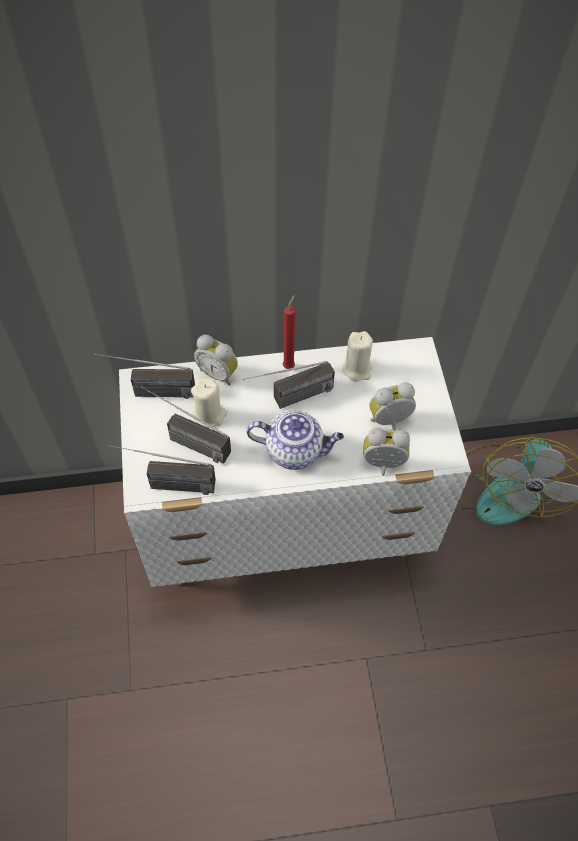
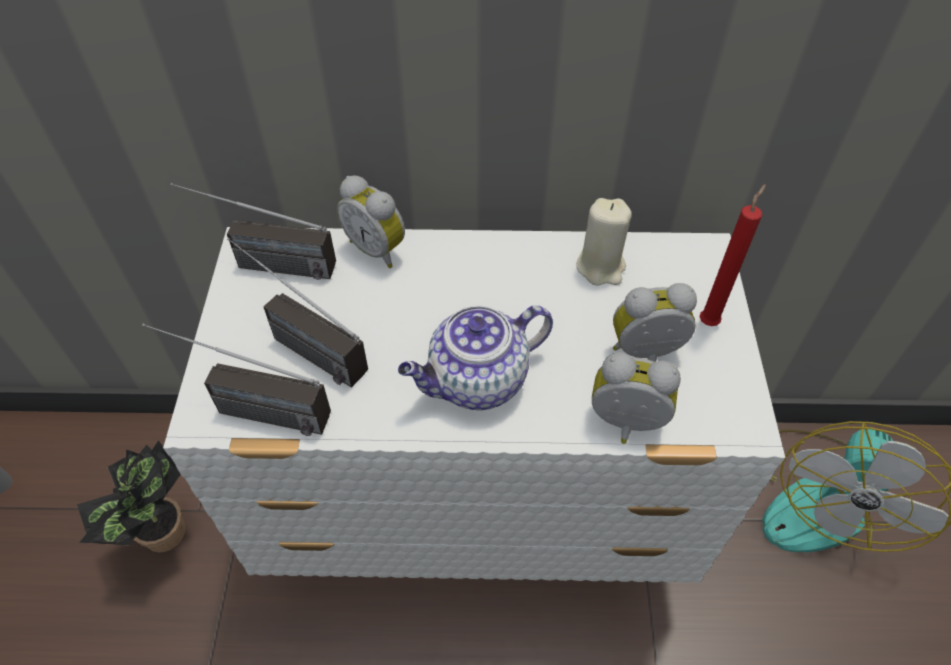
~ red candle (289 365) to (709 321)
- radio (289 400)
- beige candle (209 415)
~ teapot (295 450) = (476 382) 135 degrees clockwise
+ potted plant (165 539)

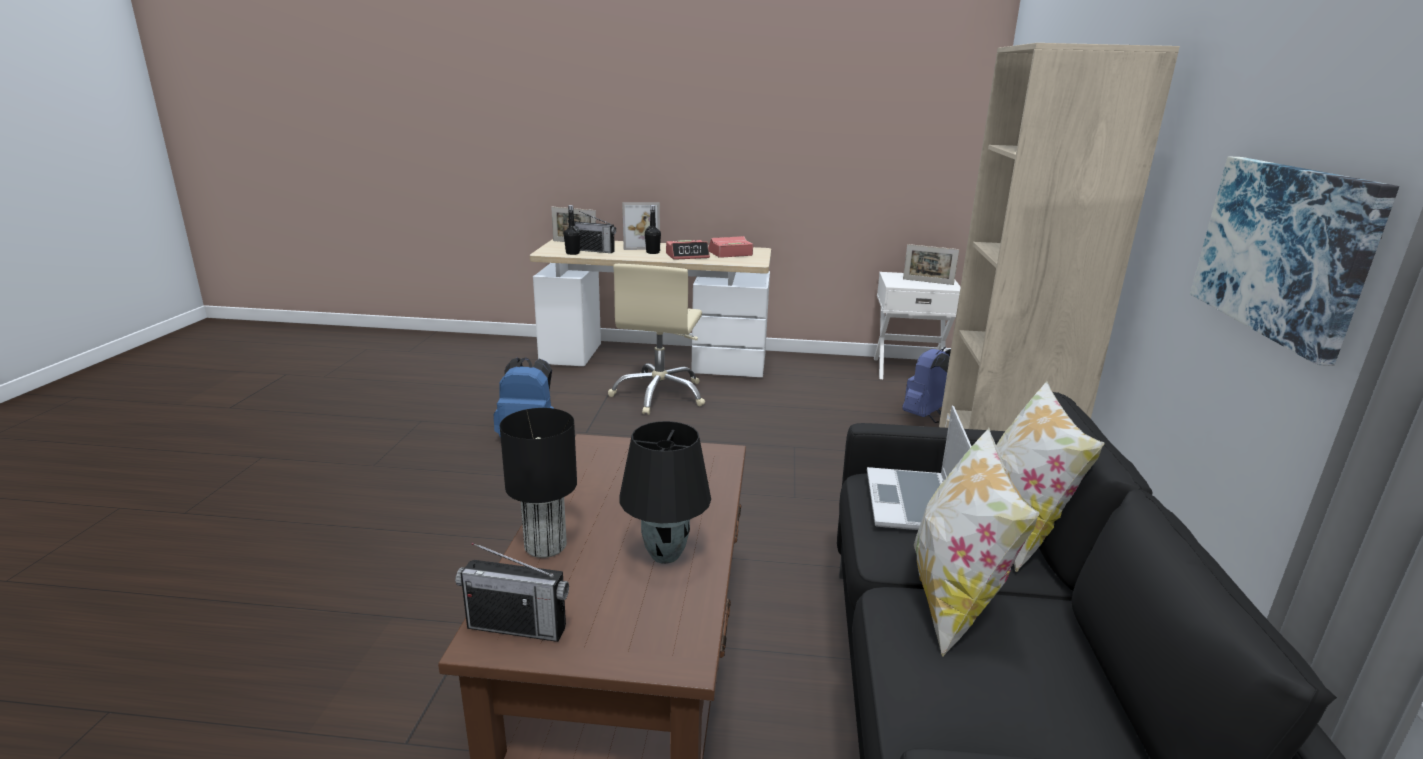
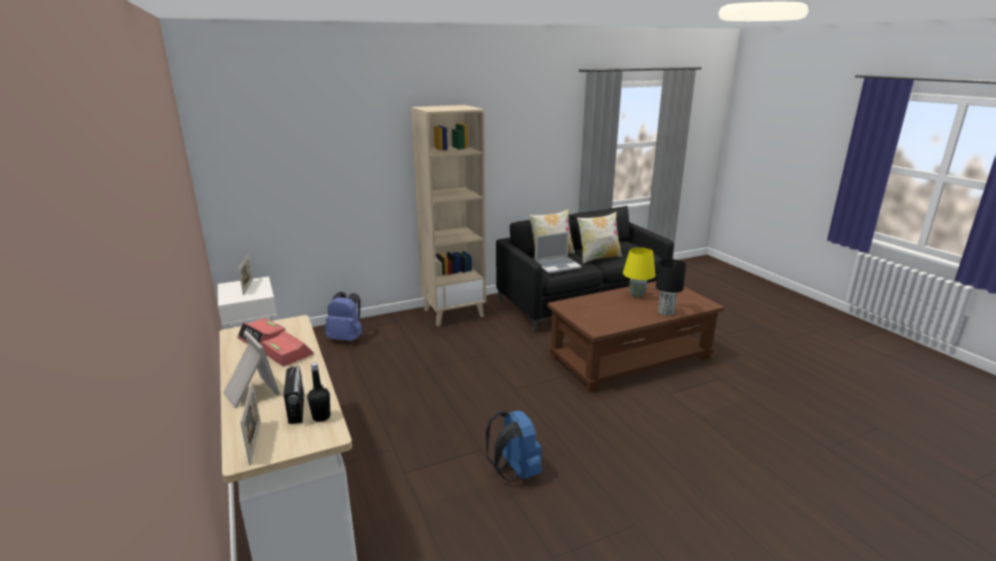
- picture (1284 250)
- black bottle (652 252)
- beige office chair (659 395)
~ black table lamp (665 554) to yellow table lamp (636 295)
- radio (517 627)

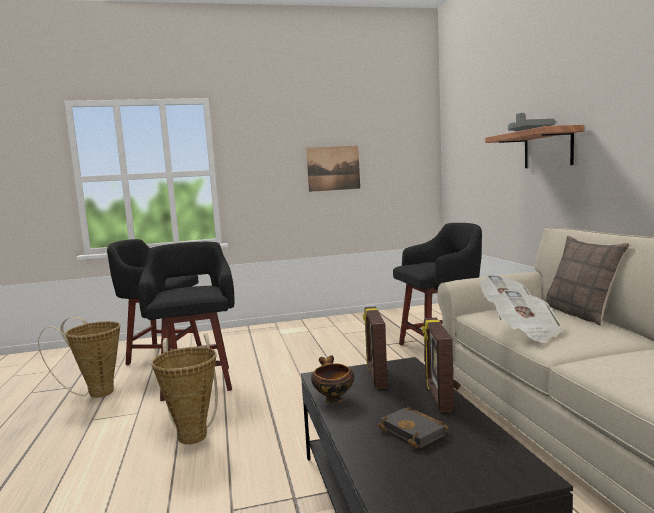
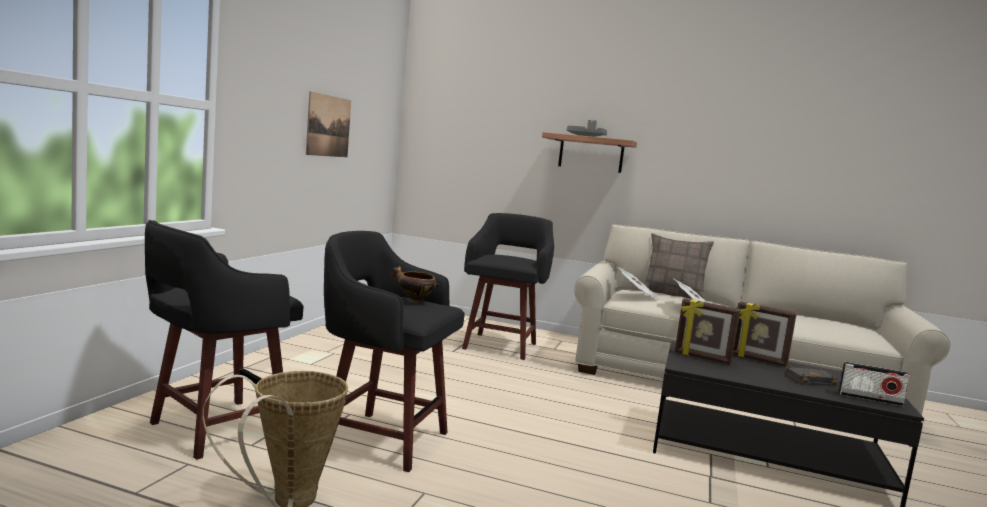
- basket (193 433)
~ bowl (333 399) to (414 301)
+ radio (870 399)

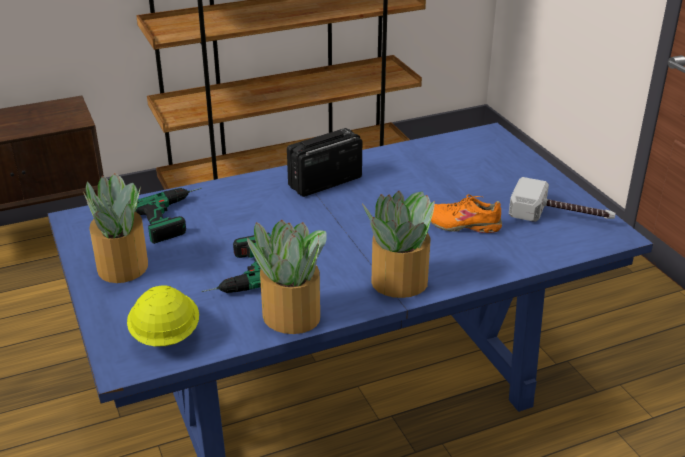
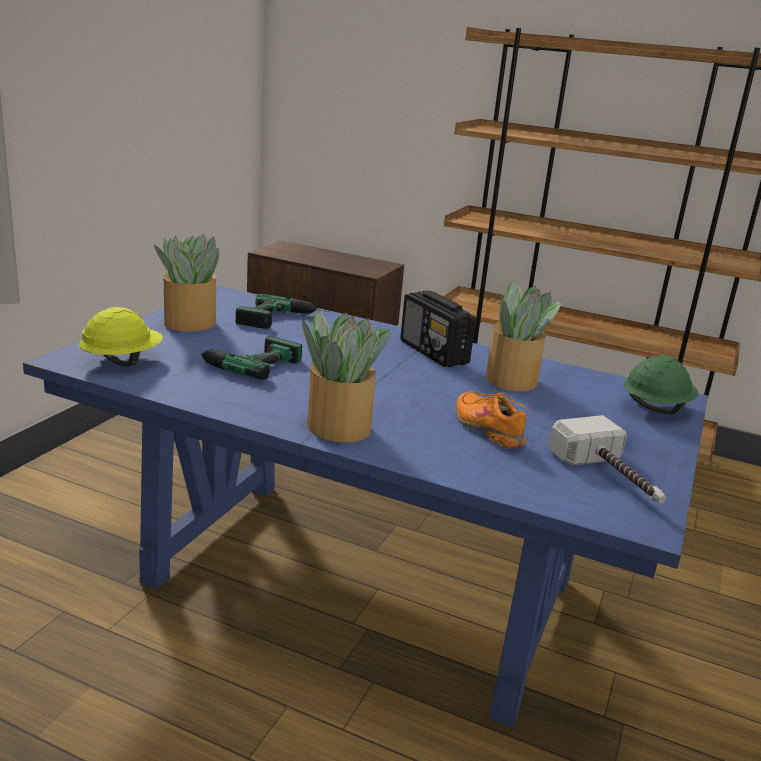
~ radio (324 182) = (434 353) 135 degrees counterclockwise
~ potted plant (290 315) to (511 379)
+ green hard hat (655 408)

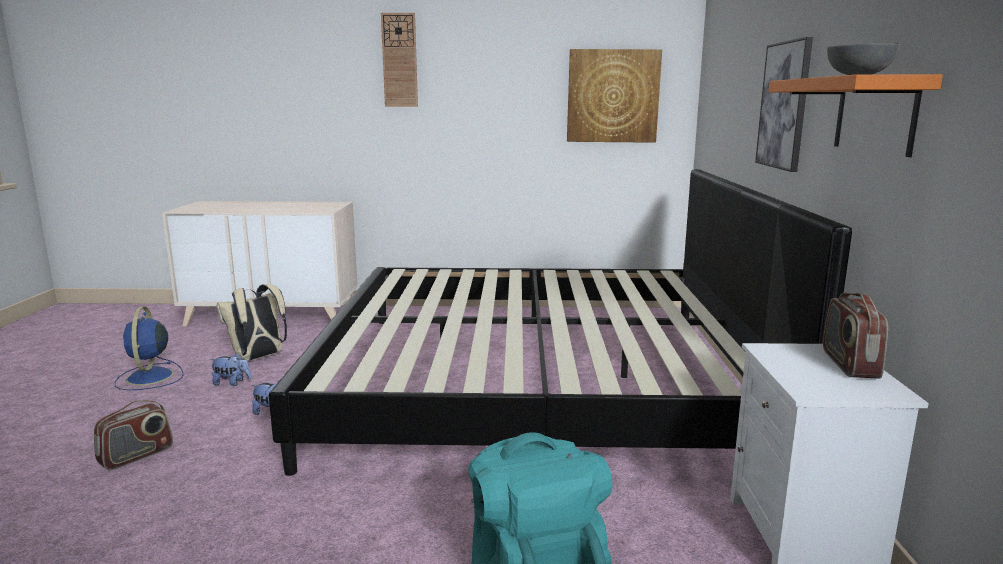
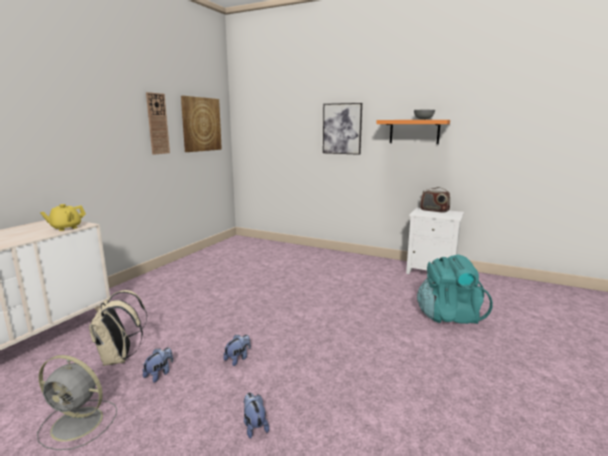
~ wall clock (399 60) to (157 124)
- bed (537 380)
~ blue fan (149 377) to grey fan (79 423)
~ radio (136 456) to plush toy (254 426)
+ yellow teapot (66 228)

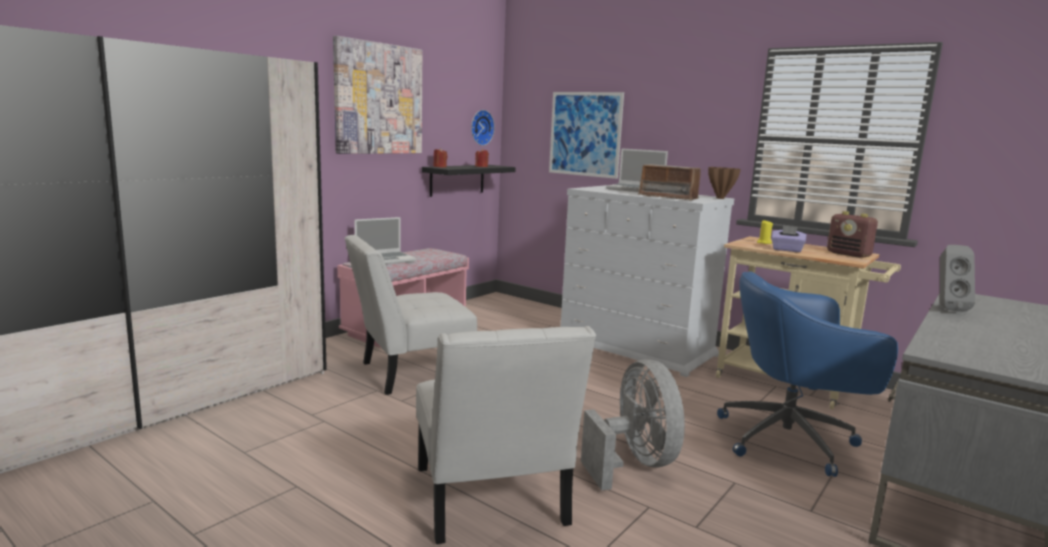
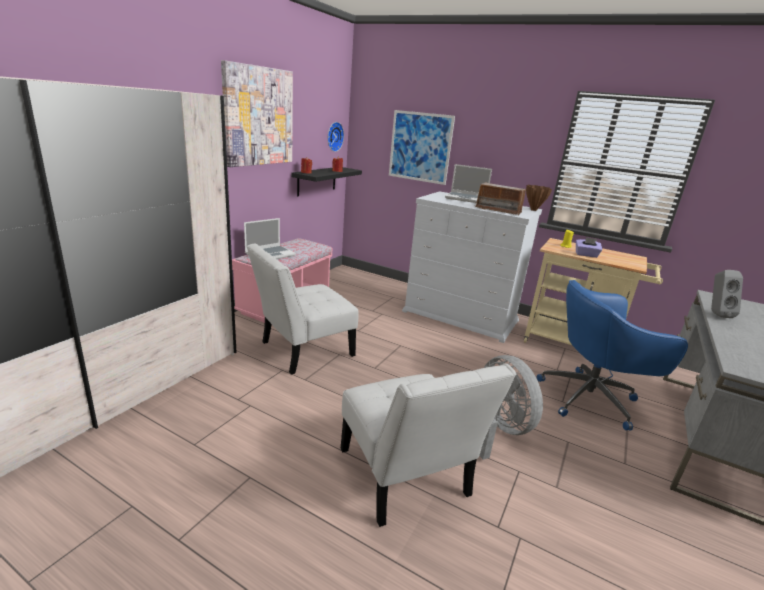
- radio (849 254)

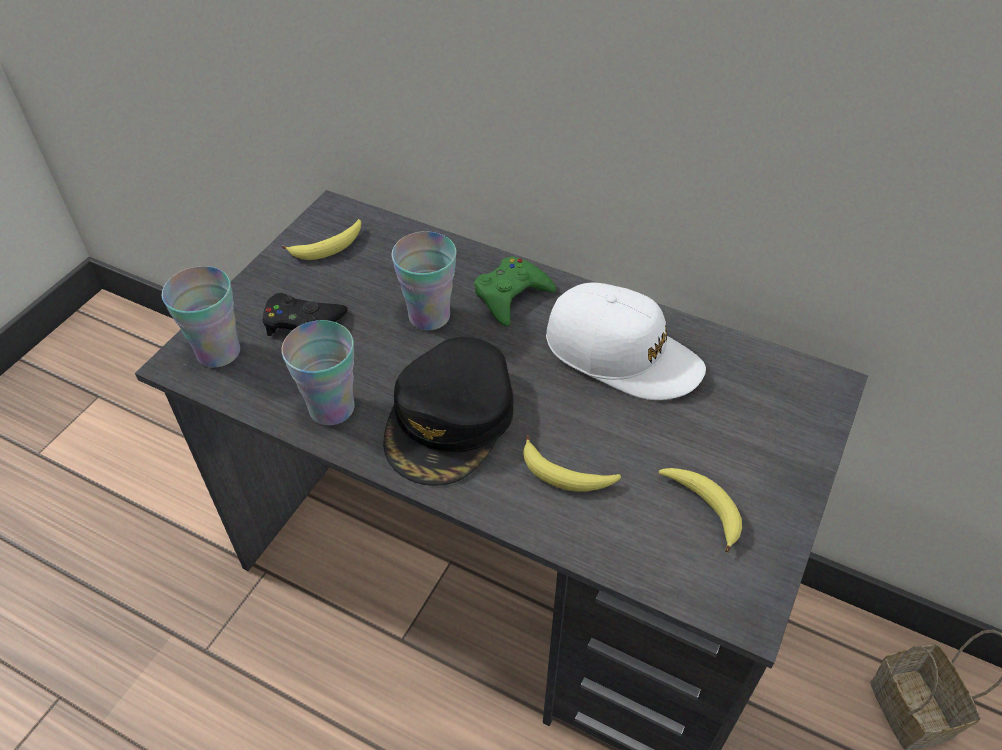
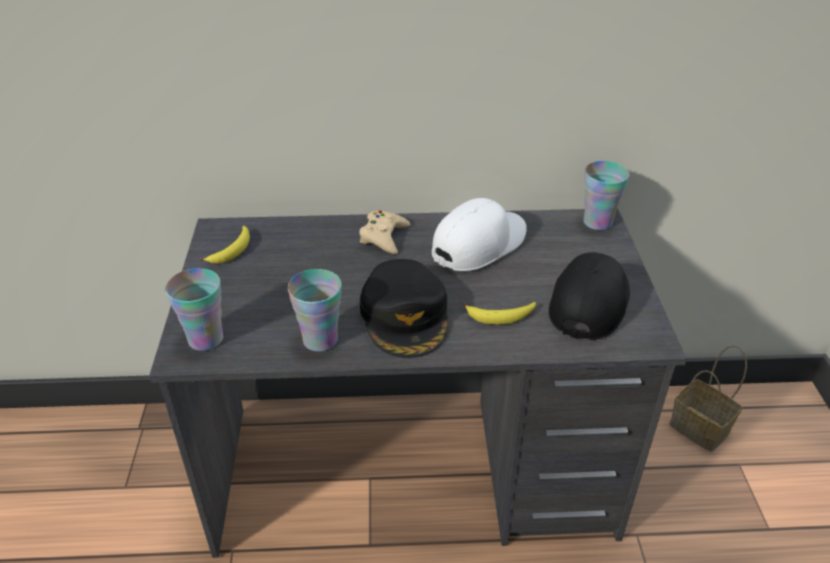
~ cup (429 316) to (597 222)
~ green game controller (511 296) to beige game controller (384 237)
~ white cap (622 354) = (479 244) 45 degrees counterclockwise
- black game controller (302 322)
~ banana (703 507) to black cap (589 302)

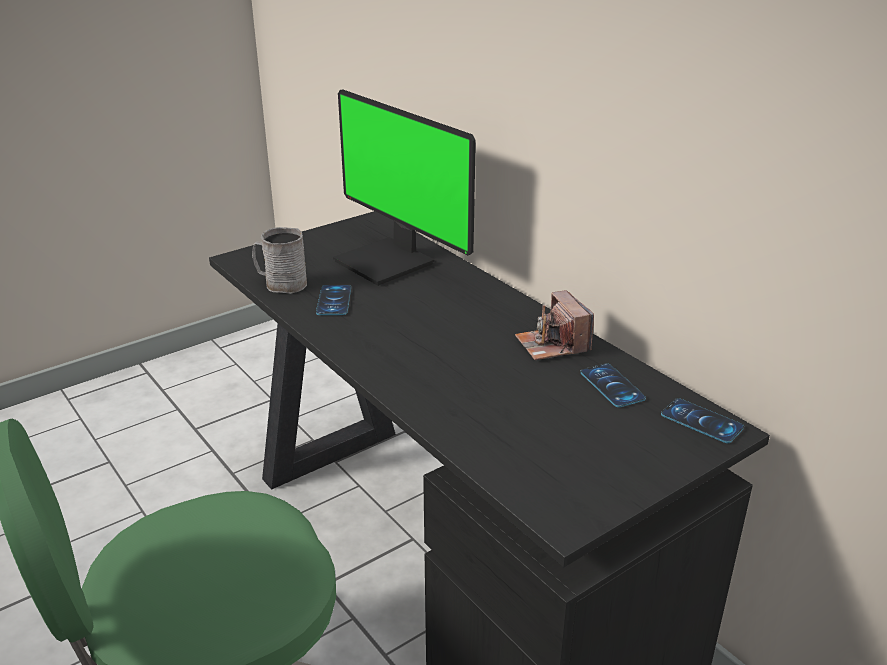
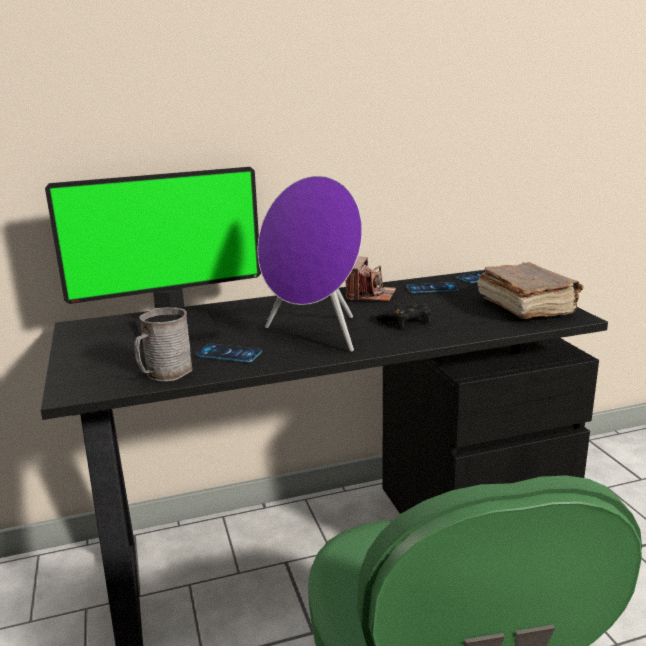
~ photo camera (552 345) = (370 295) 75 degrees counterclockwise
+ purple speaker (315 335)
+ brown book (525 307)
+ black game controller (406 321)

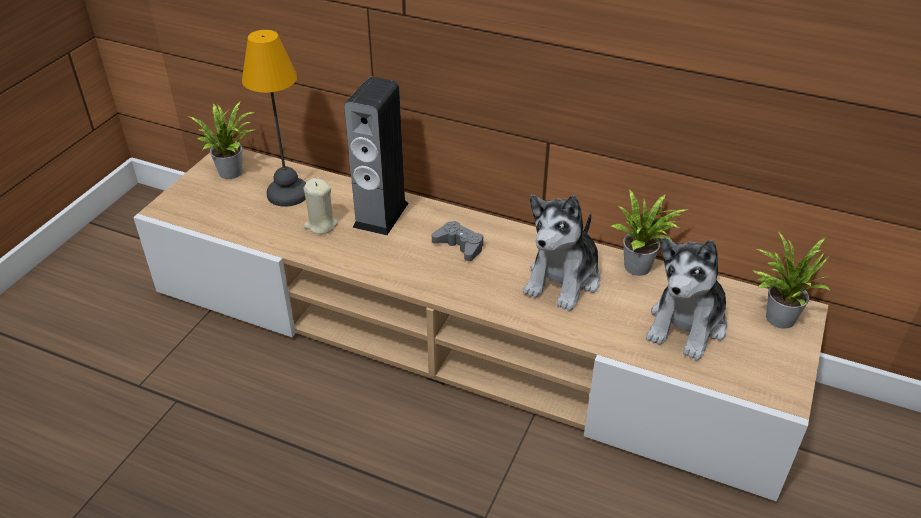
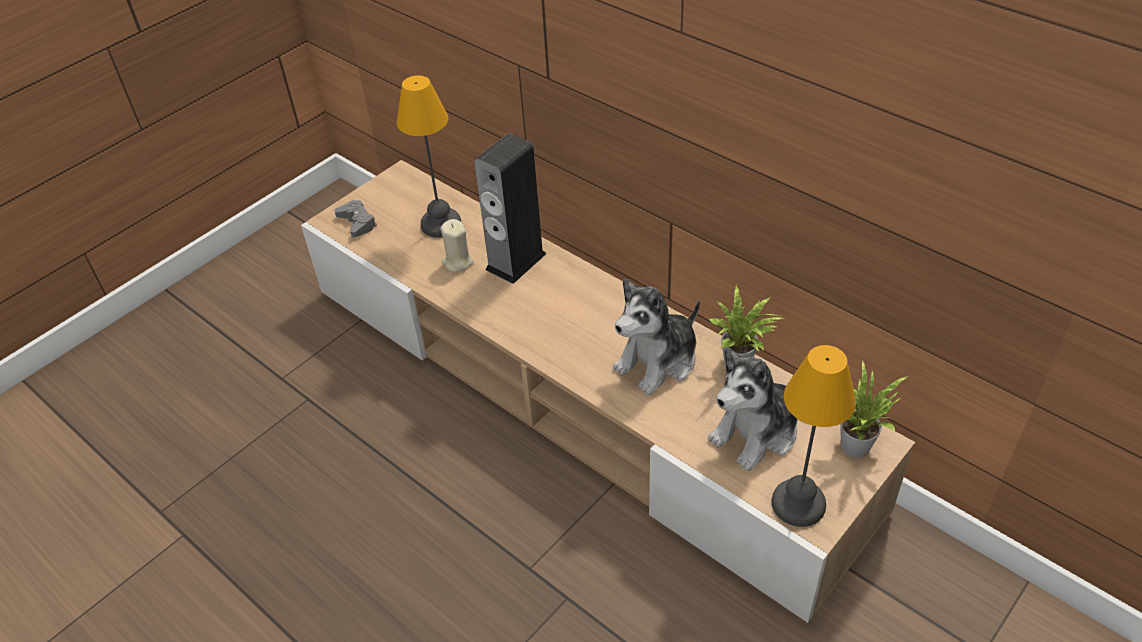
- potted plant (233 171)
~ grey game controller (459 246) to (357 223)
+ table lamp (798 505)

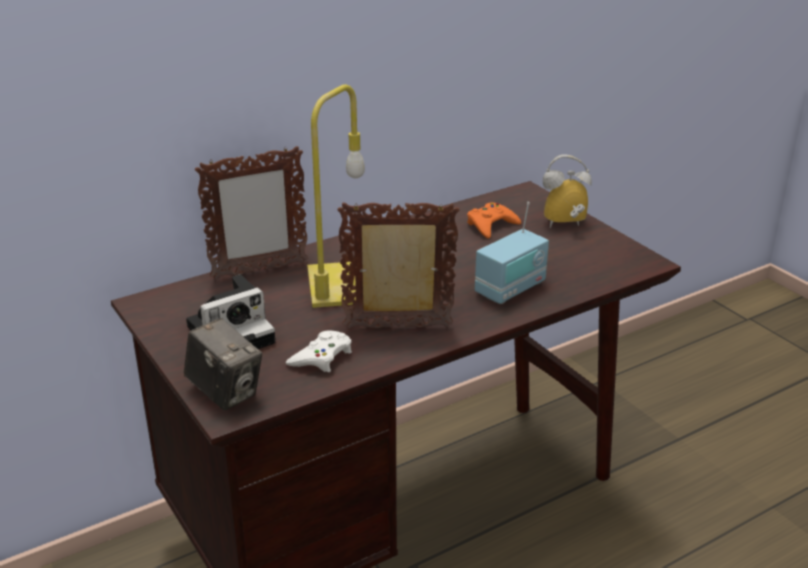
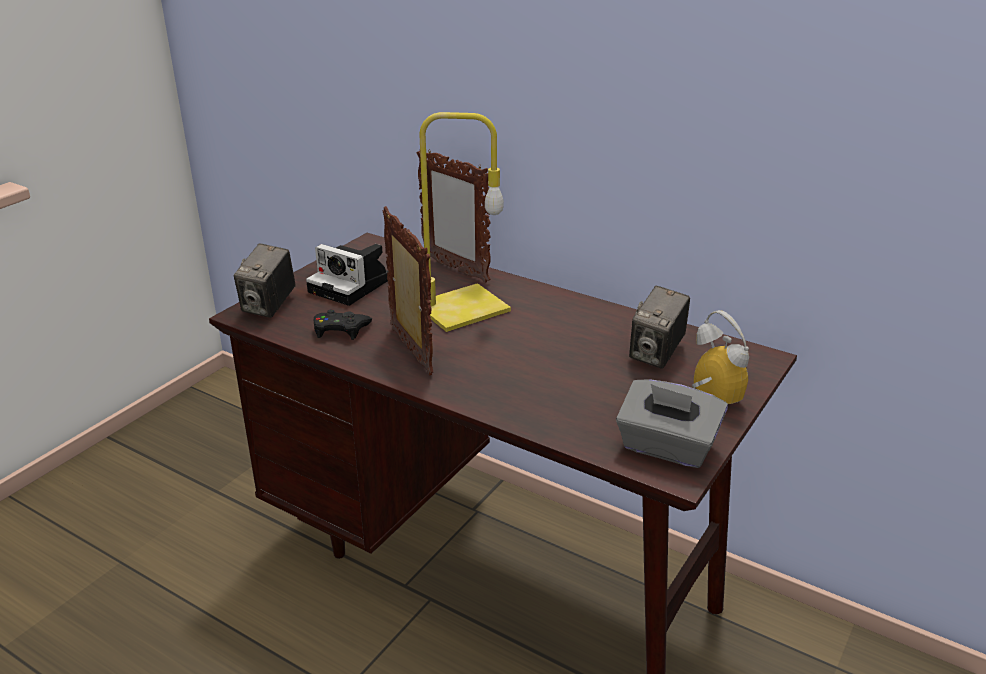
~ orange game controller (491 225) to photo camera (656 354)
- radio (511 289)
~ white game controller (321 357) to black game controller (340 330)
+ grey tissue box (667 447)

